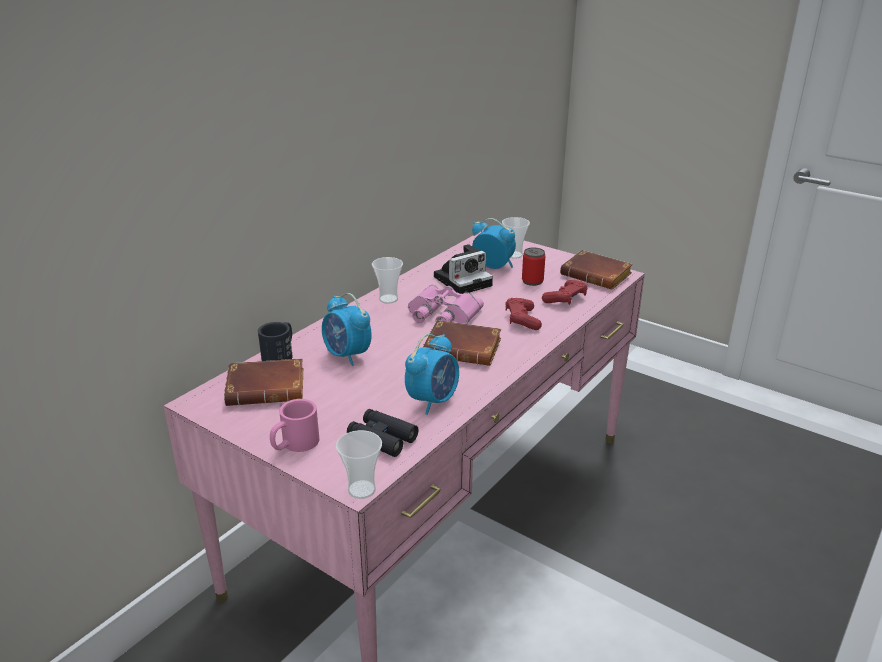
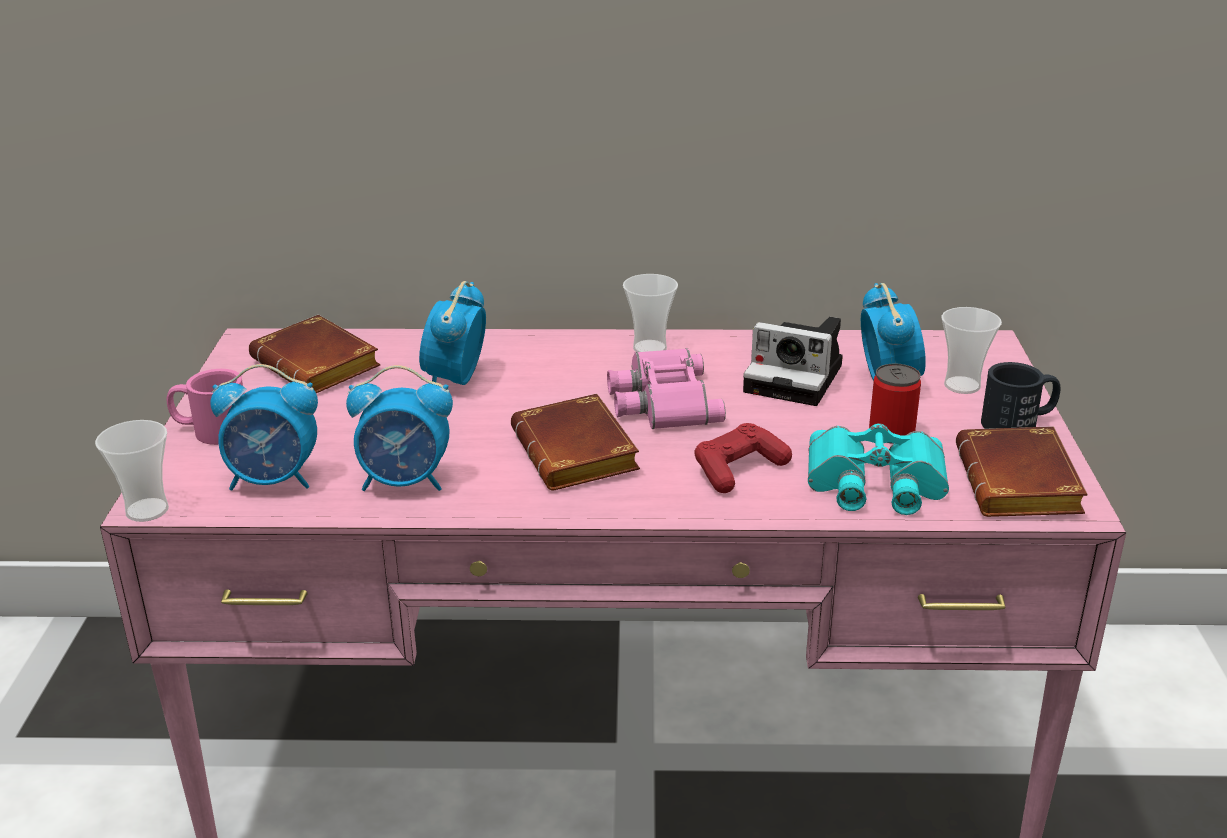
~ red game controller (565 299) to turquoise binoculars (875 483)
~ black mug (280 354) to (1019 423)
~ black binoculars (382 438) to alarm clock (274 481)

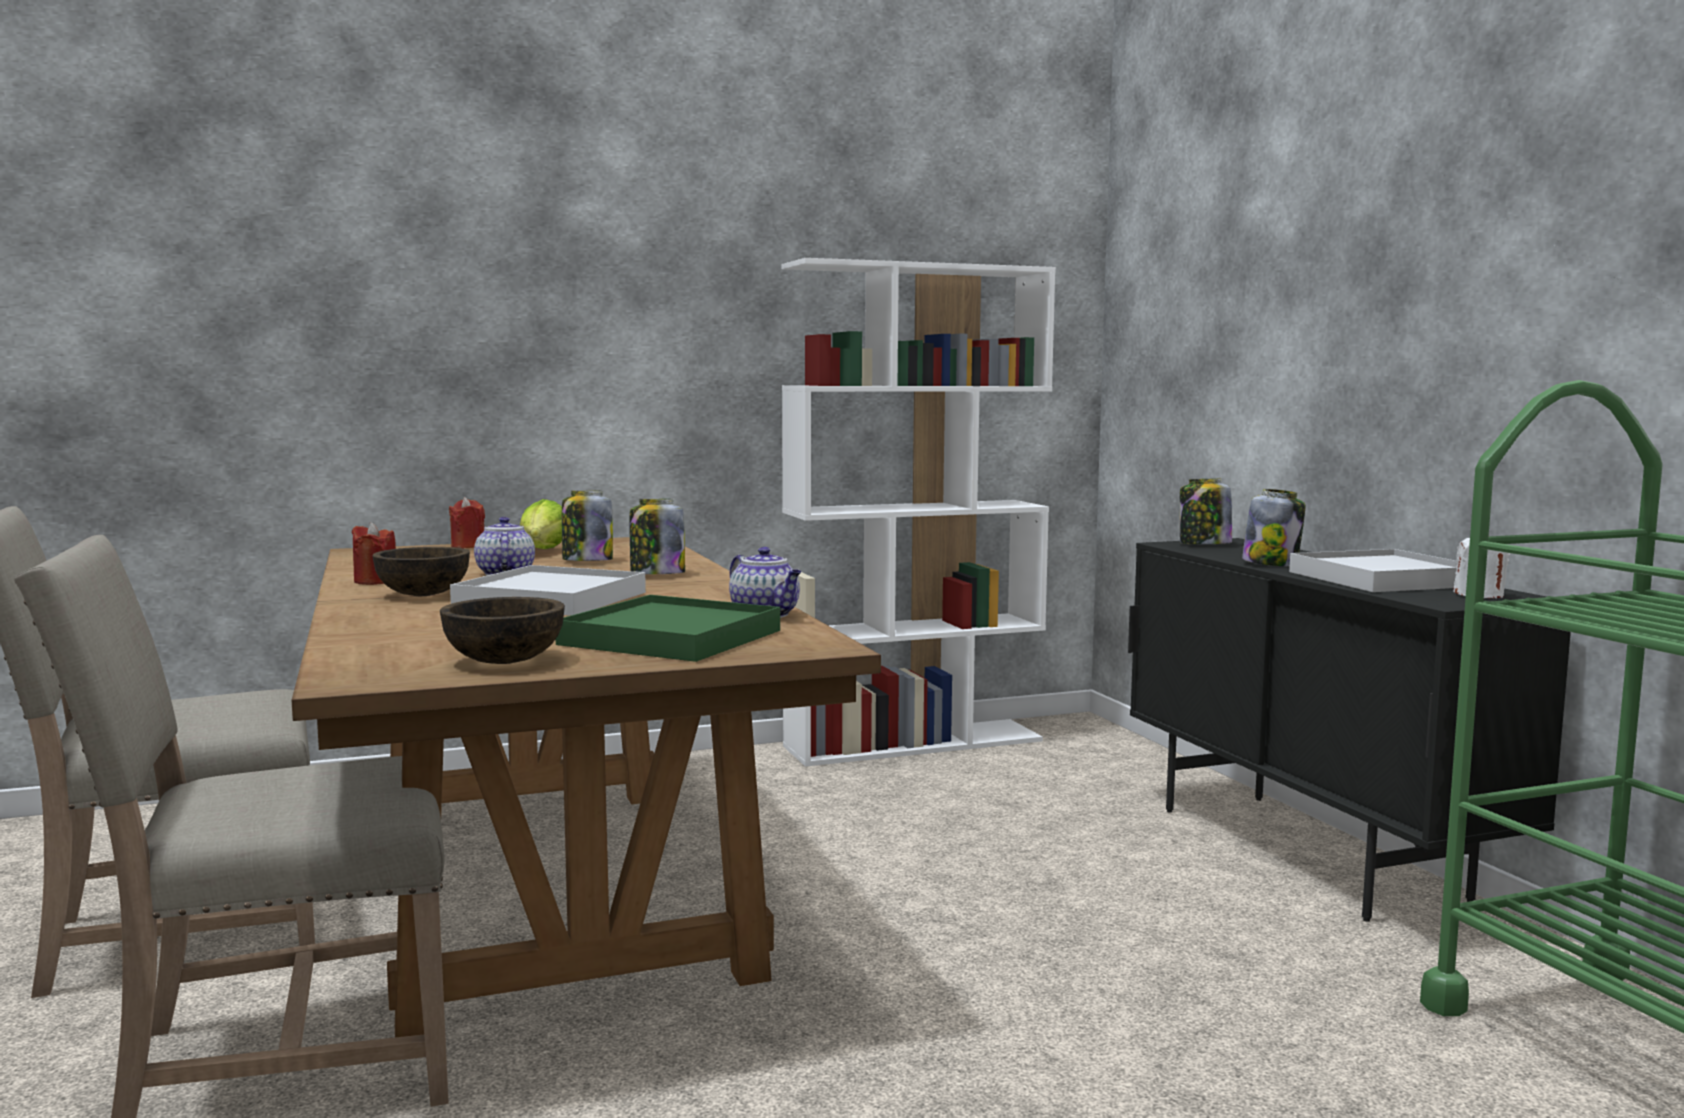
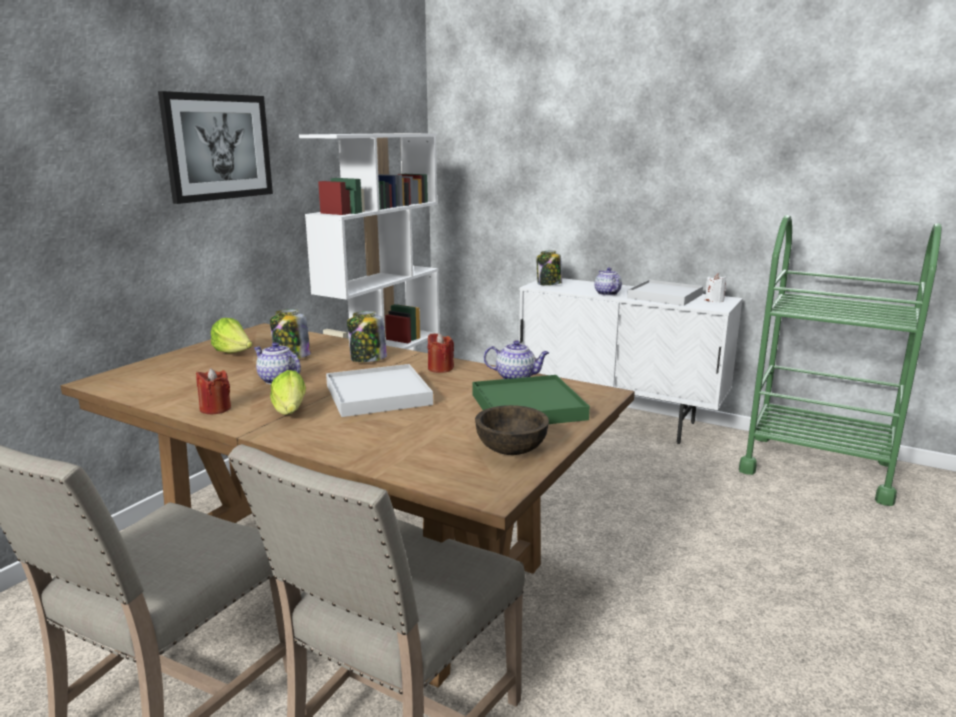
~ jar (1271 564) to teapot (606 293)
~ red candle (468 546) to (440 368)
~ black cabinet (1307 853) to white cabinet (619 419)
~ brown bowl (424 594) to lettuce (290 412)
+ picture (218 147)

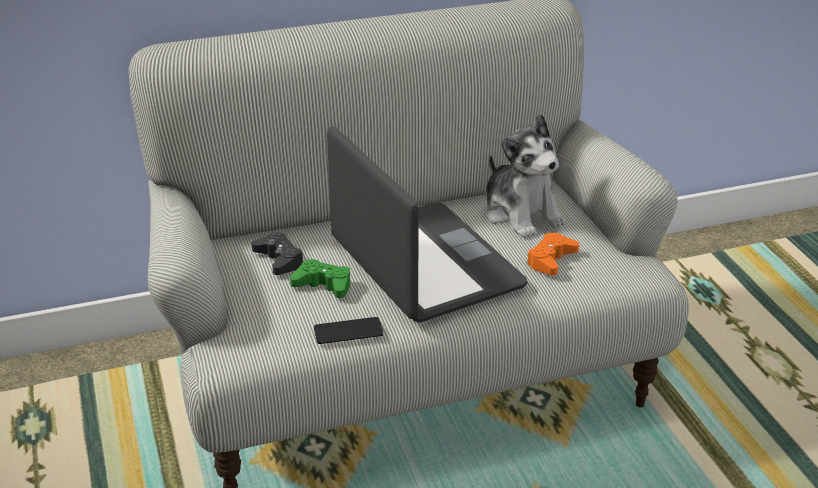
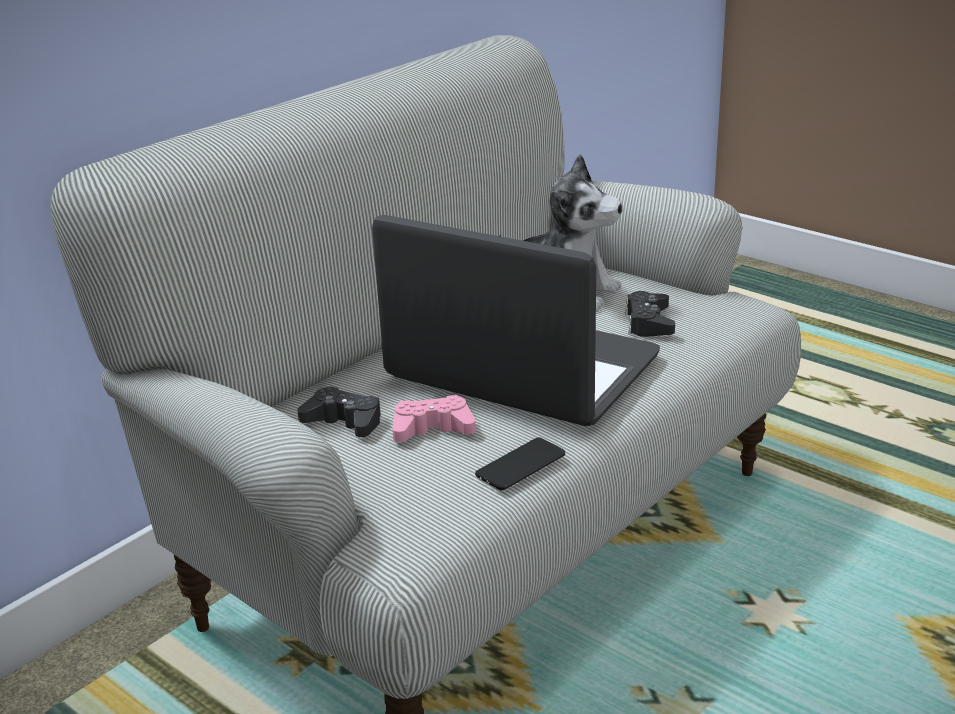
~ orange game controller (551 260) to black game controller (648 323)
~ green game controller (323 285) to pink game controller (432 429)

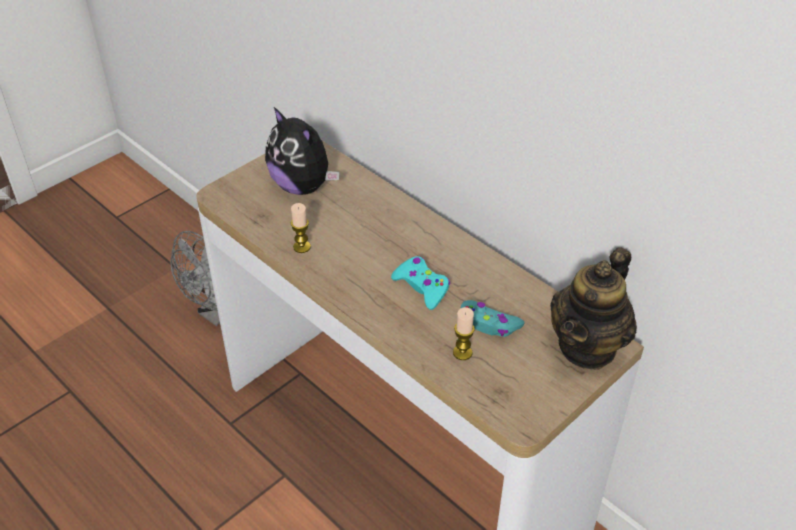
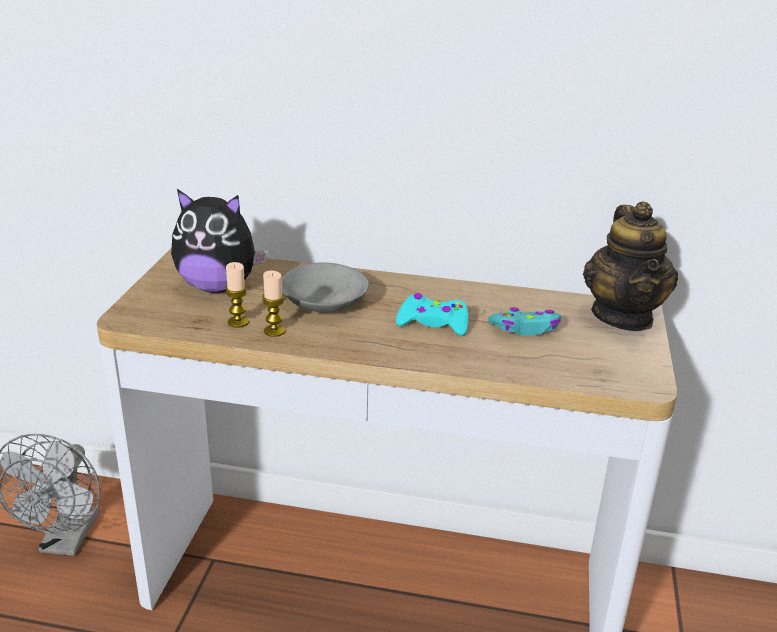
~ candle (462 353) to (238 322)
+ grey bowl (325 303)

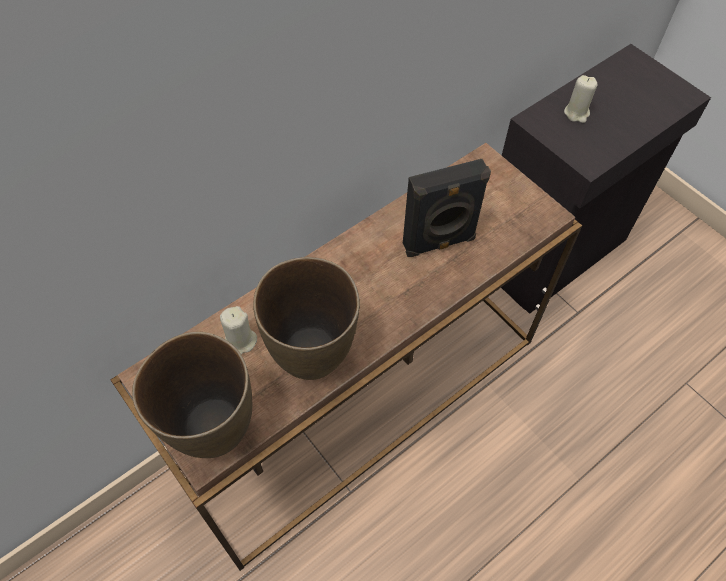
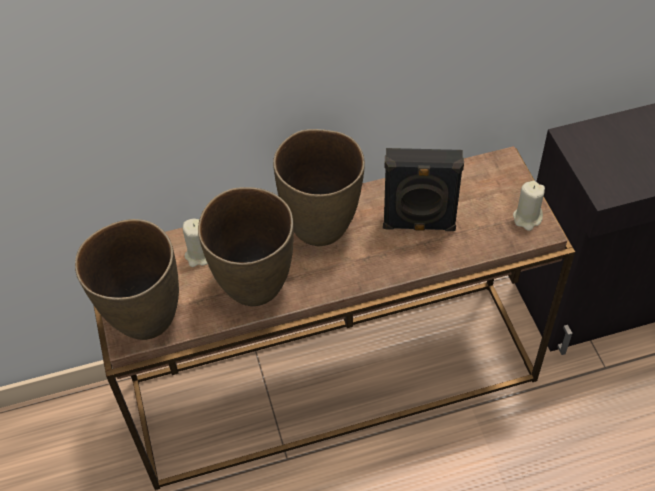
~ beige candle (576 113) to (527 218)
+ brown vase (321 226)

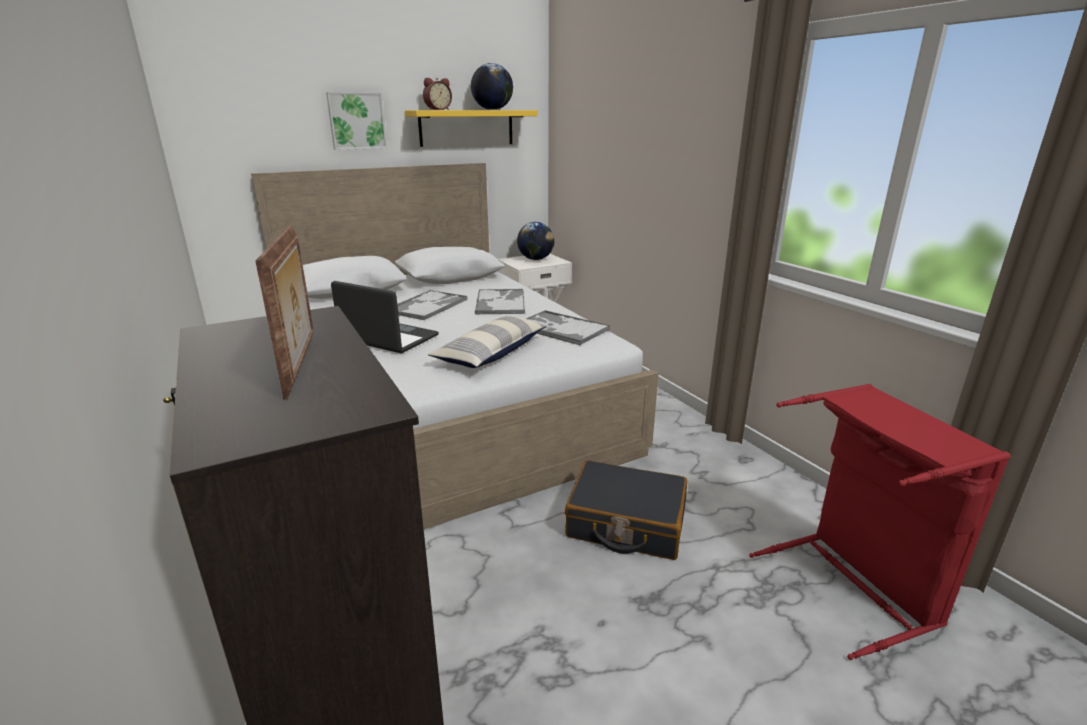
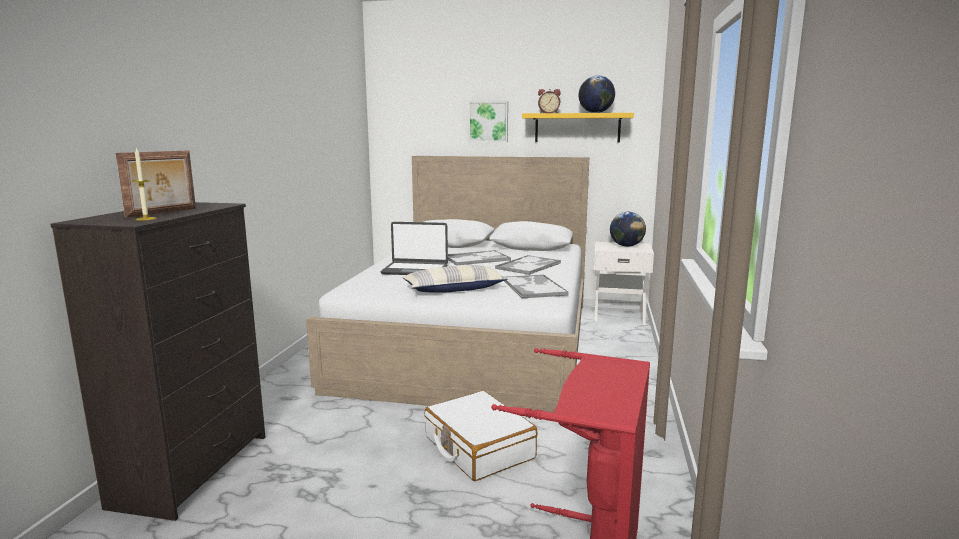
~ laptop (388 339) = (415 270) 120 degrees clockwise
~ black suitcase (626 523) to white suitcase (478 448)
+ candle (146 219)

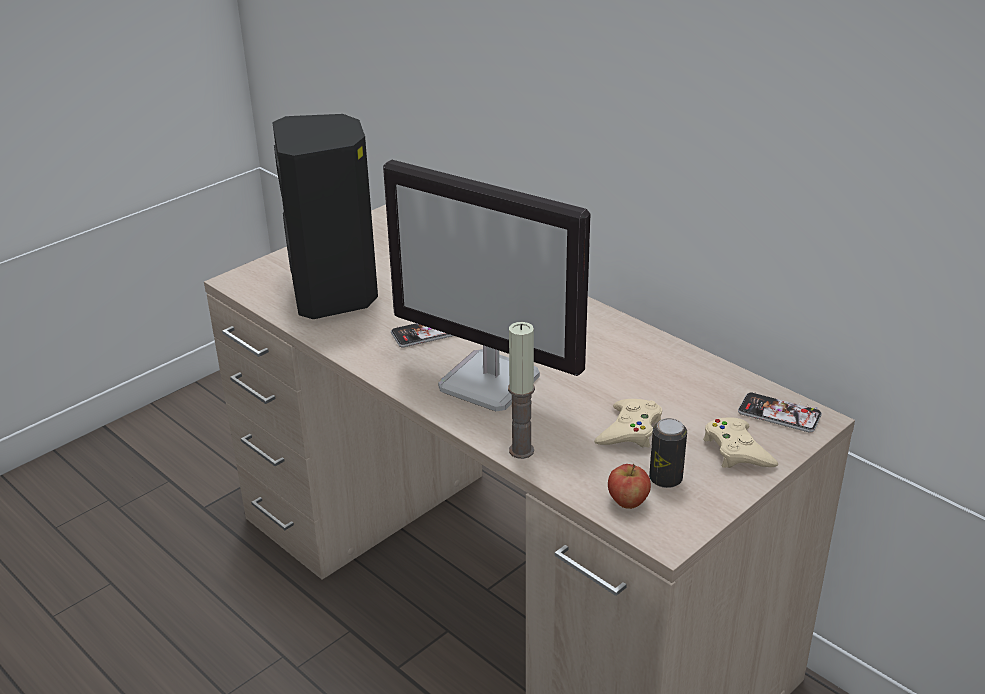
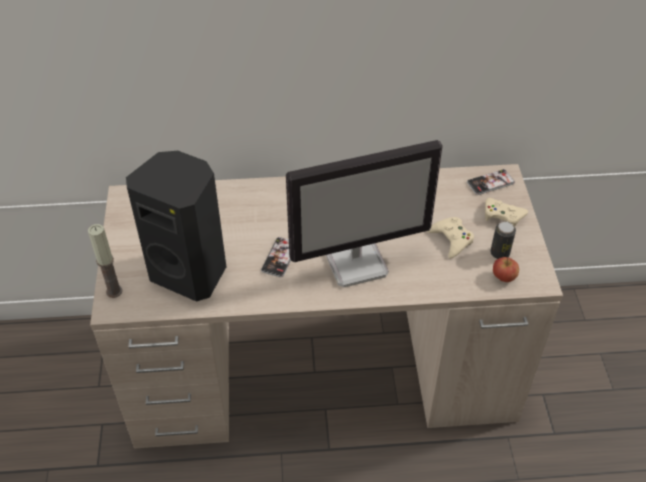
~ candle (521 450) to (114 291)

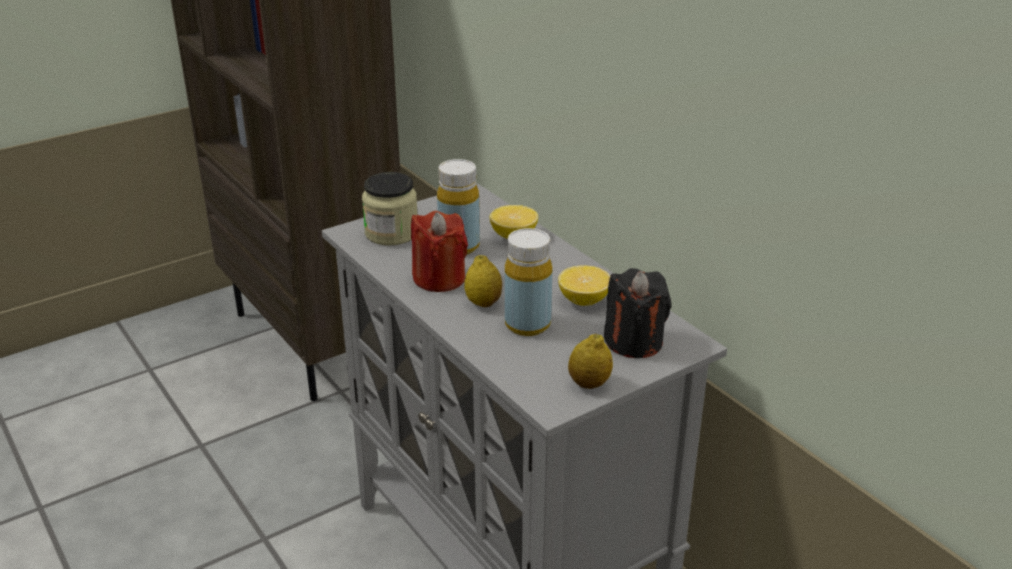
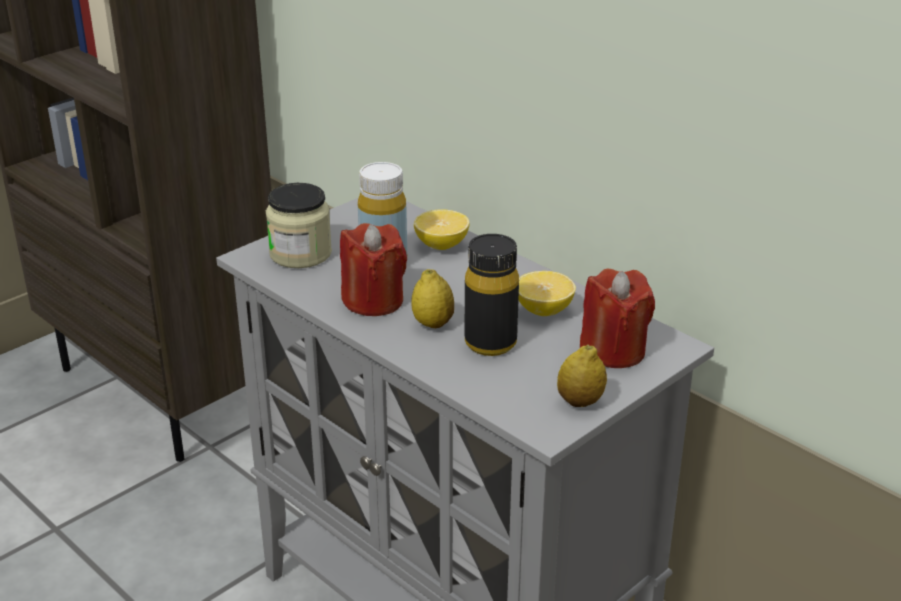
~ yellow bottle (527 324) to black bottle (490 343)
~ black candle (634 342) to red candle (613 351)

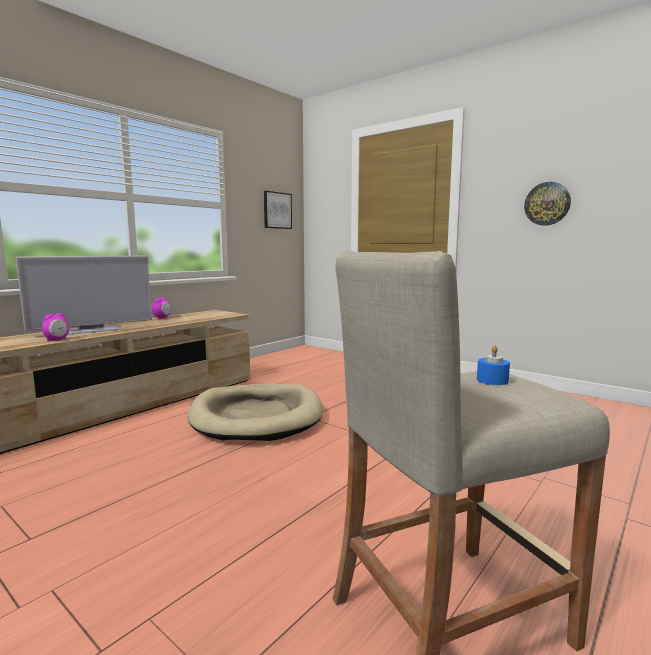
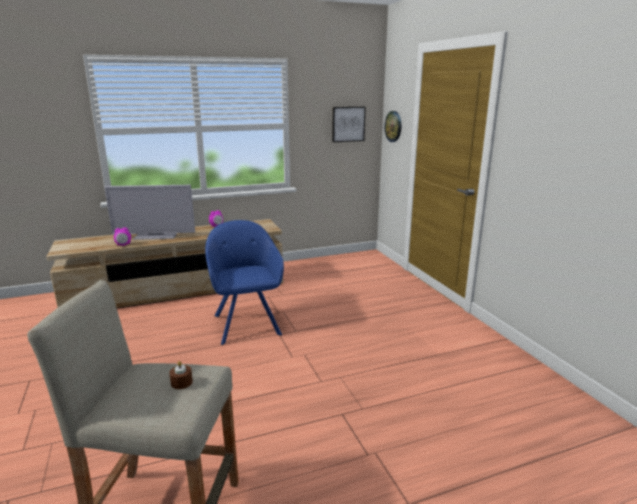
~ wall clock (547 204) to (393 126)
~ blue candle (492 380) to brown candle (181 382)
~ beige dog bed (257 416) to blue armchair (246 323)

